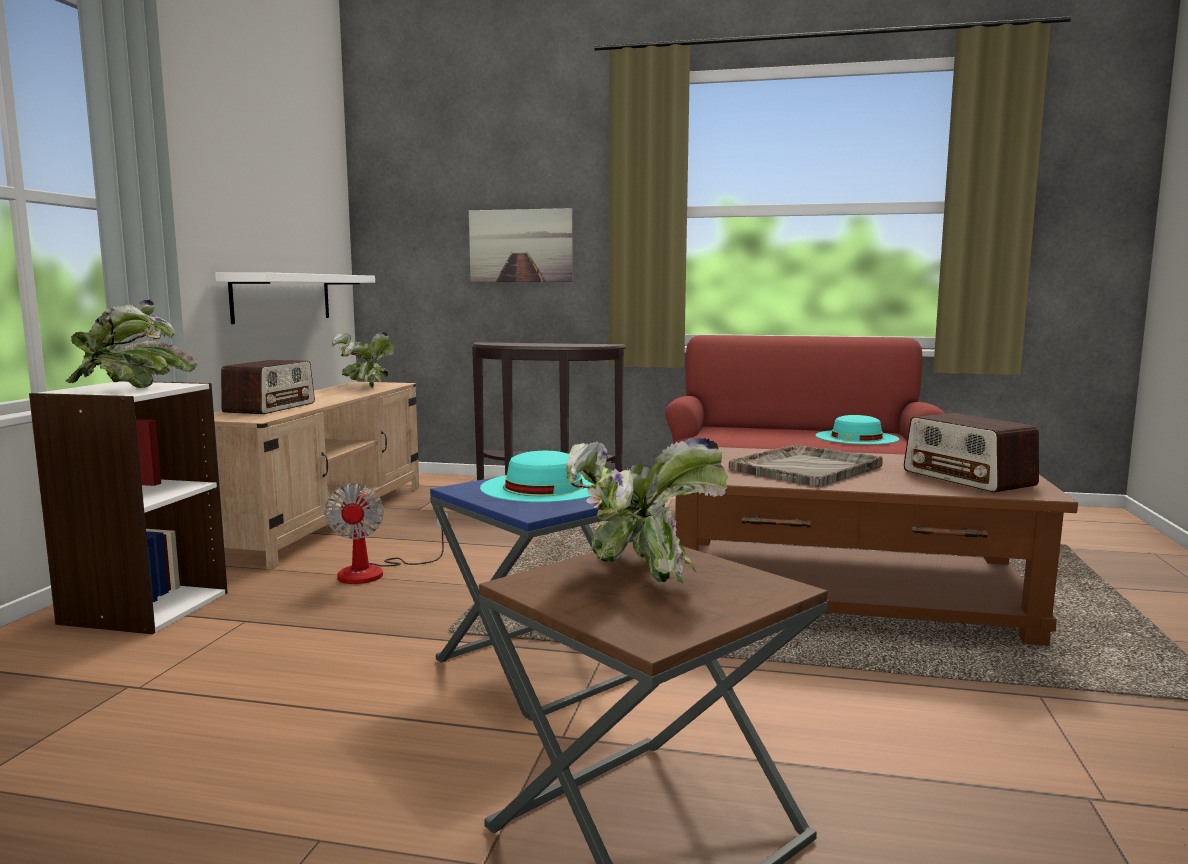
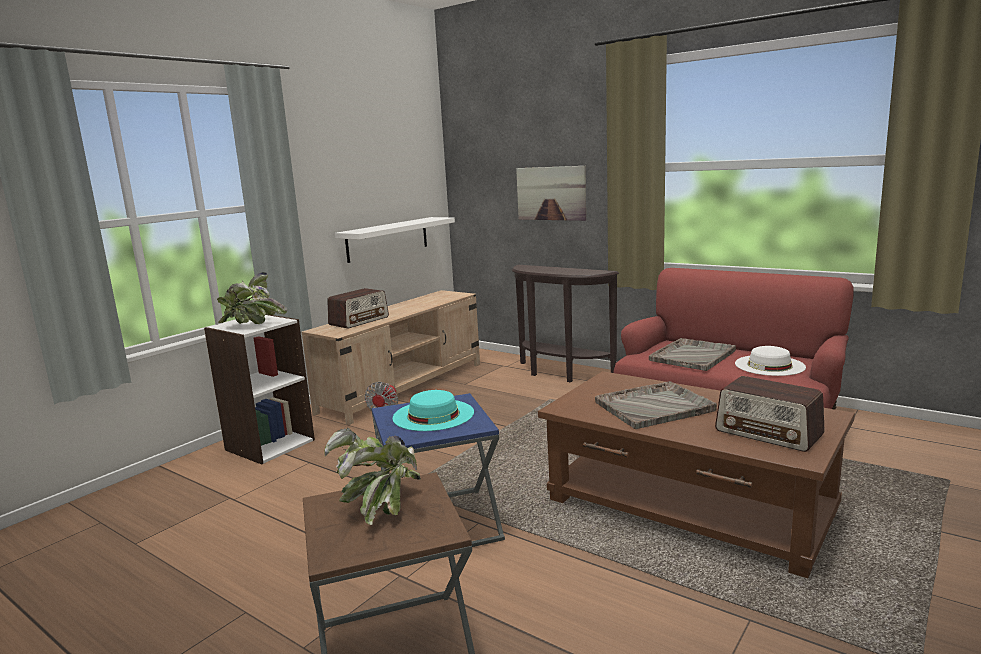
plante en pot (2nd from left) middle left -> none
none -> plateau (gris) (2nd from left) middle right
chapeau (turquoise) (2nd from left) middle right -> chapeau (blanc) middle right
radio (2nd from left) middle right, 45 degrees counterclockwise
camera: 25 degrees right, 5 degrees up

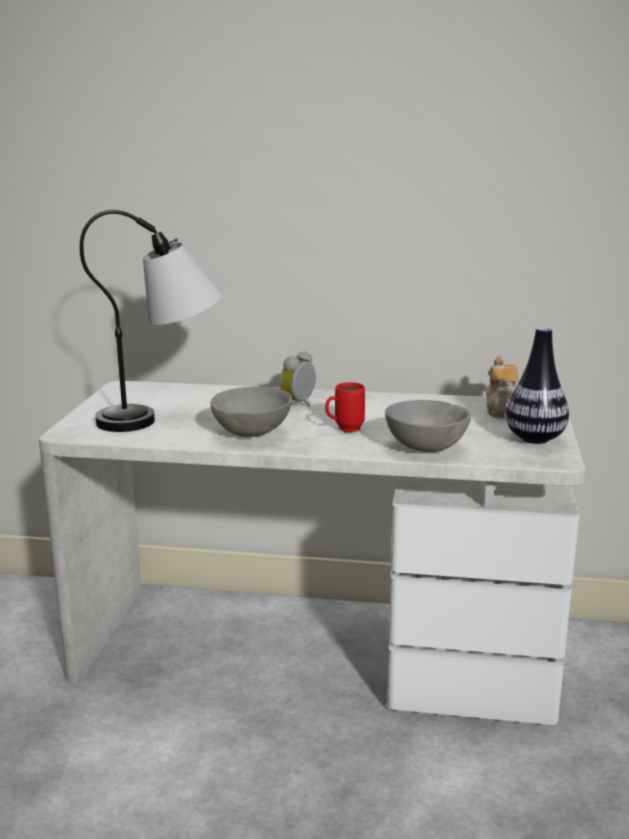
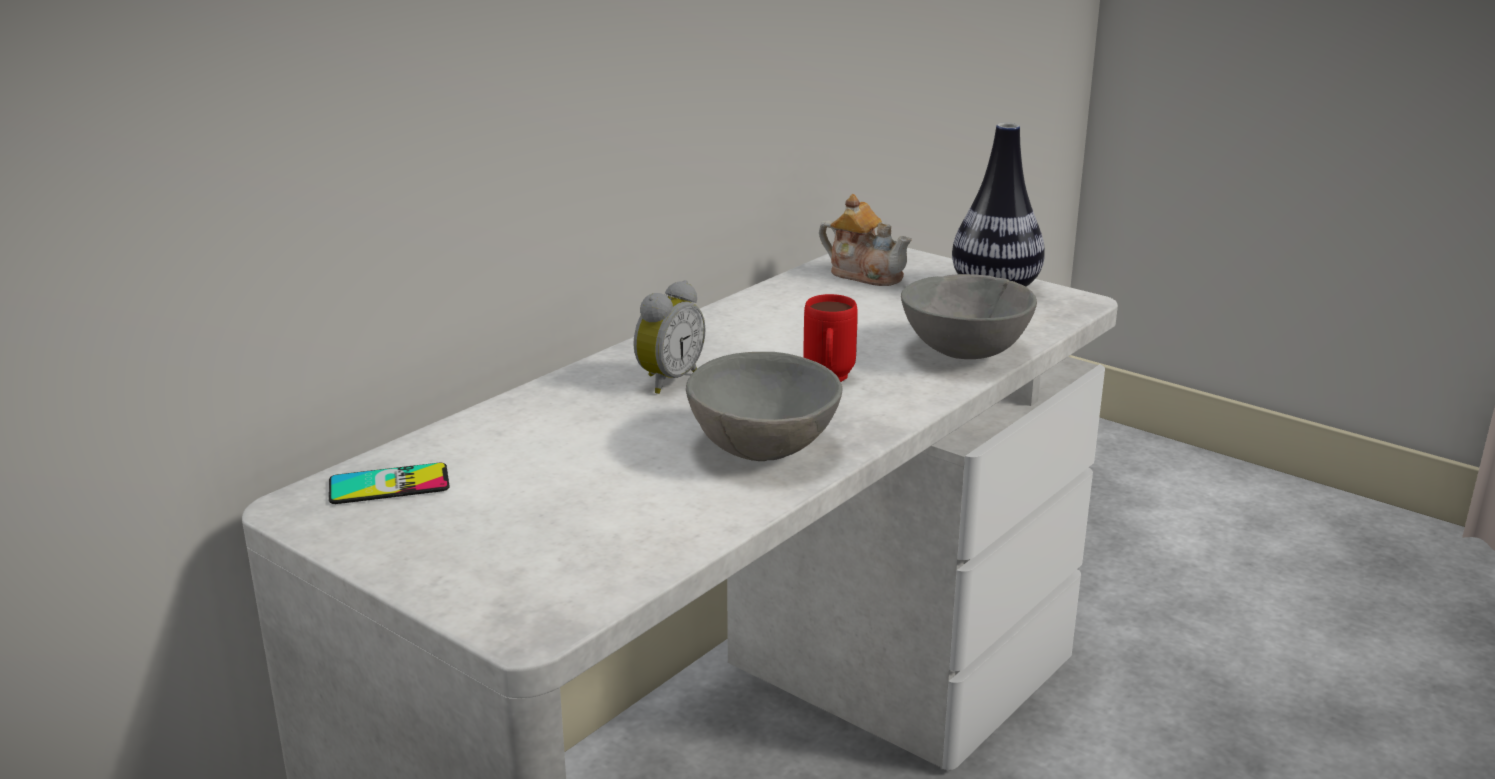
lampe de table middle left -> none
none -> téléphone middle left
réveil centre, 120 degrees counterclockwise
camera: 60 degrees left, 5 degrees up

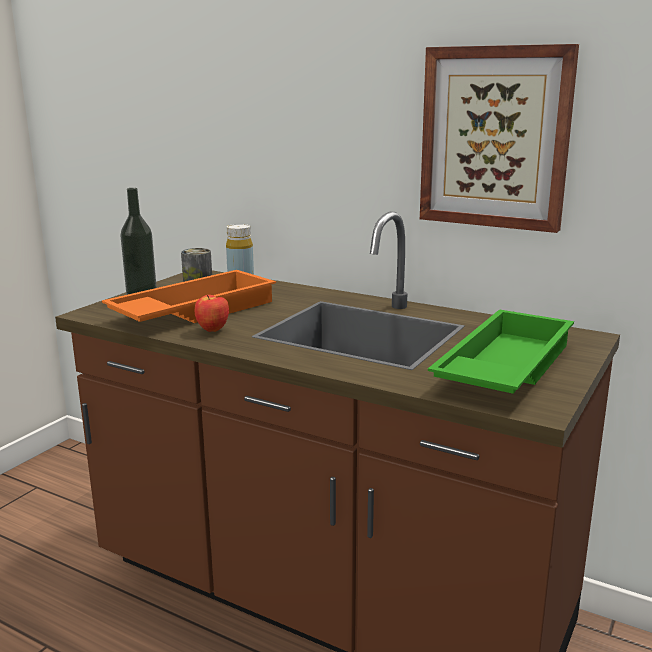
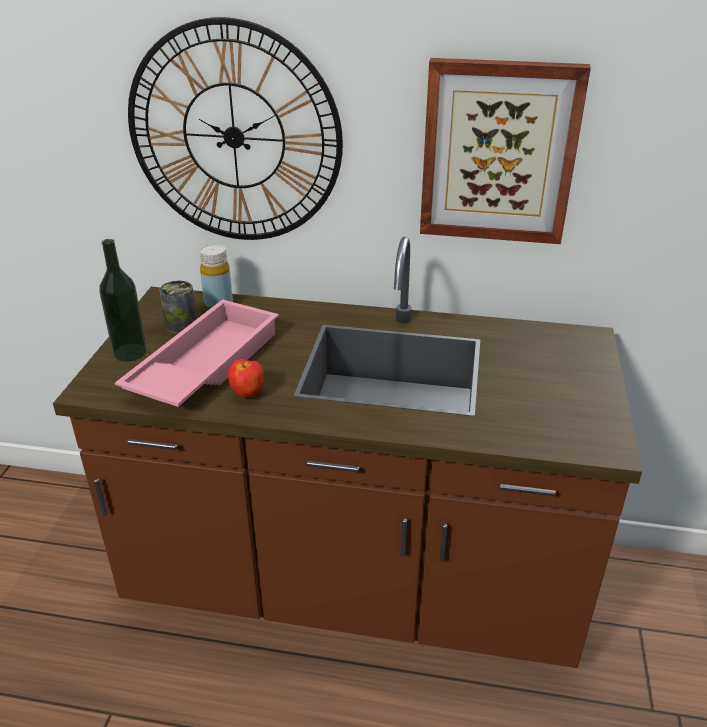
plateau (vert) middle right -> none
none -> horloge murale top left
plateau (orange) middle left -> plateau (rose) middle left
camera: 20 degrees left, 15 degrees up

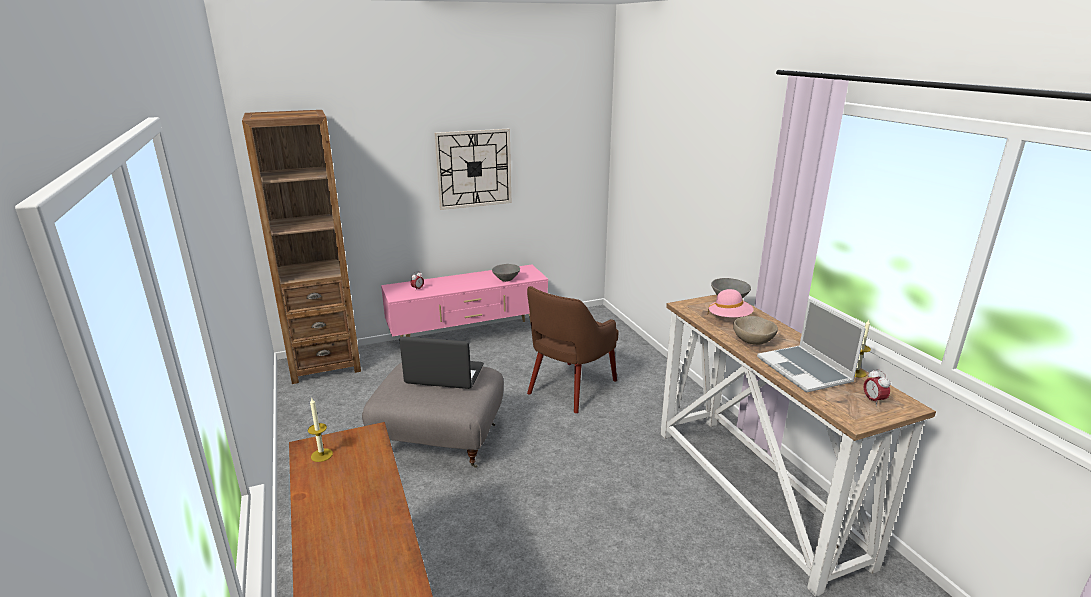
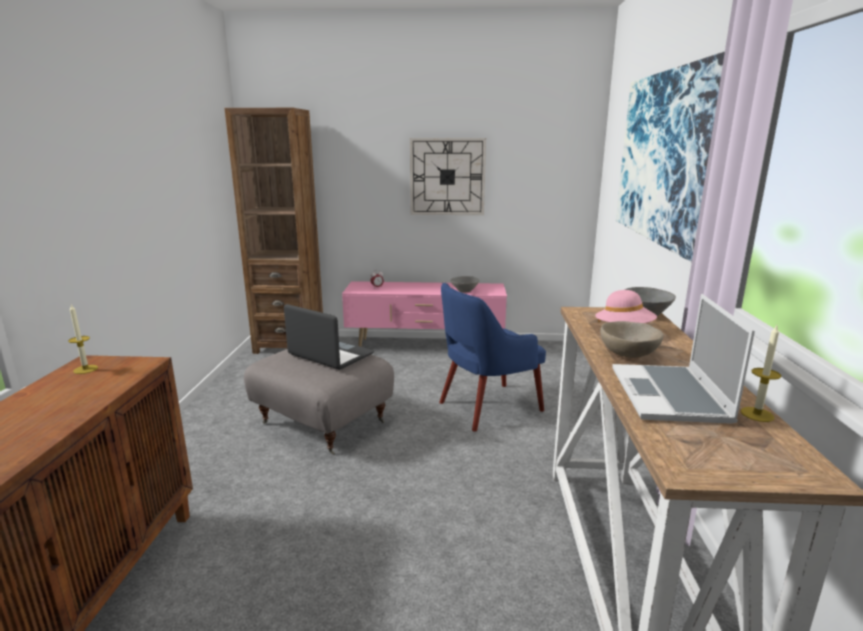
réveil (2nd from left) middle right -> none
none -> tableau top right
fauteuil (marron) centre -> fauteuil (bleu) centre
camera: 25 degrees right, 5 degrees down

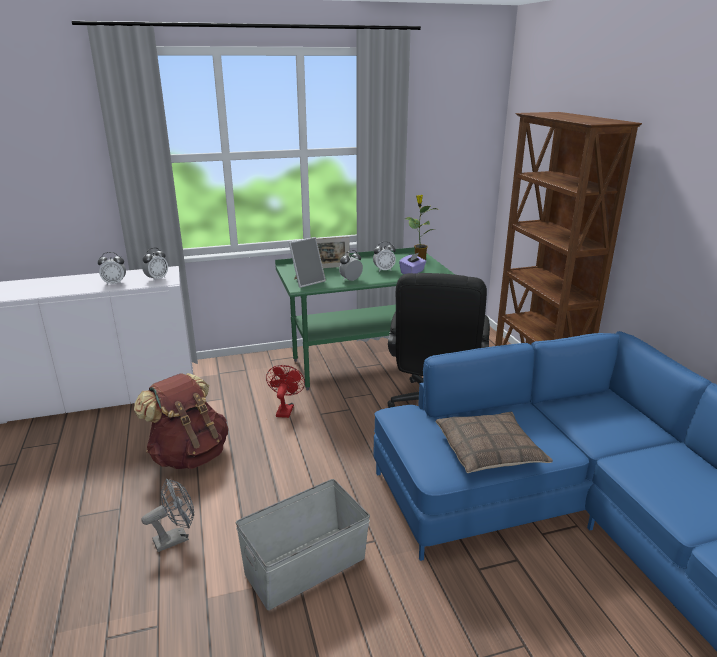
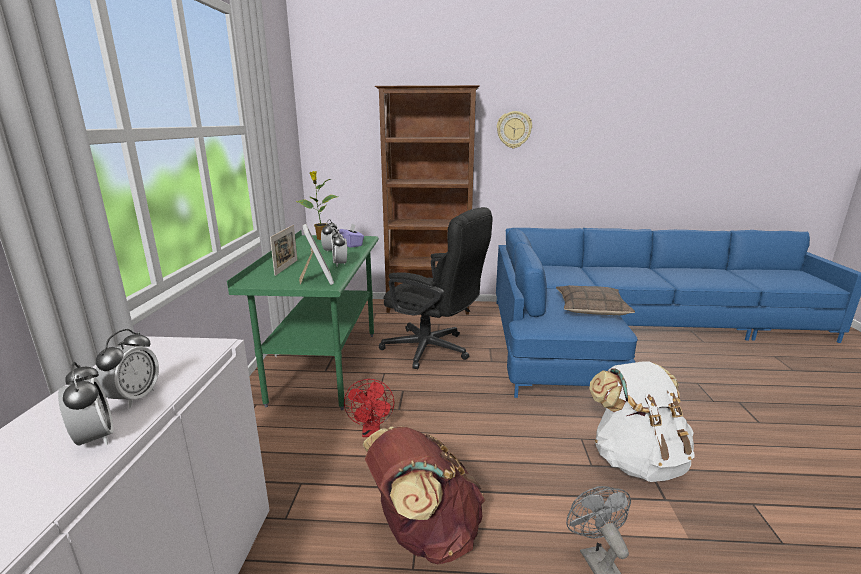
none -> horloge murale top centre
réveil (2nd from left in the first image) middle left -> réveil (1st from left) bottom left, moved
boîte de rangement (gris) bottom centre -> sac à dos (blanc) bottom right
ventilateur (rouge) centre -> ventilateur (rouge) bottom centre, 120 degrees counterclockwise
camera: 70 degrees left, 5 degrees down

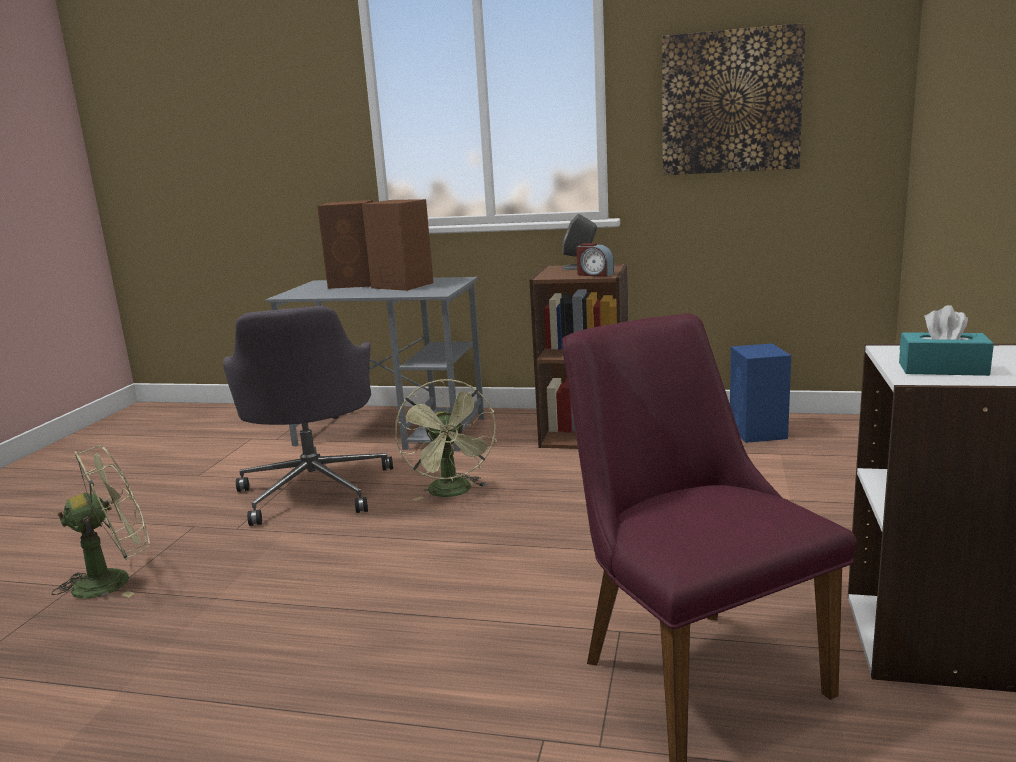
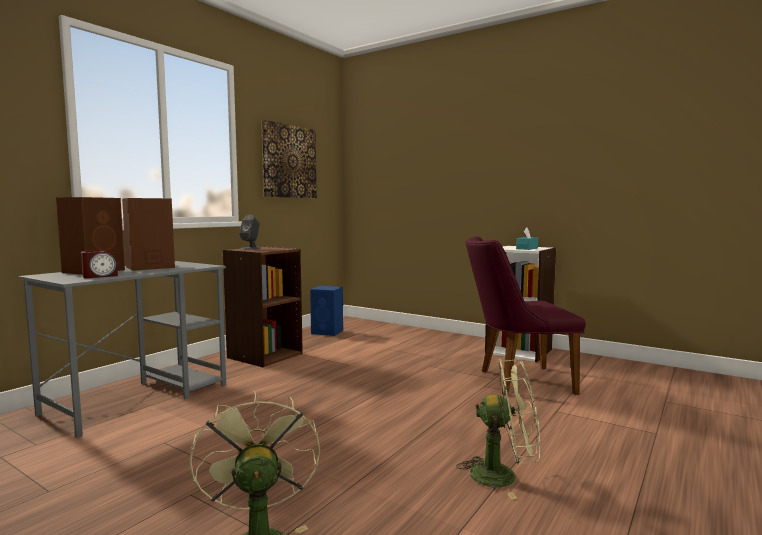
chaise de bureau (gris) middle left -> none
ventilateur (vert) (2nd from left) centre -> ventilateur (vert) (2nd from left) bottom centre, moved
réveil centre -> réveil middle left, moved
camera: 70 degrees left, 10 degrees down

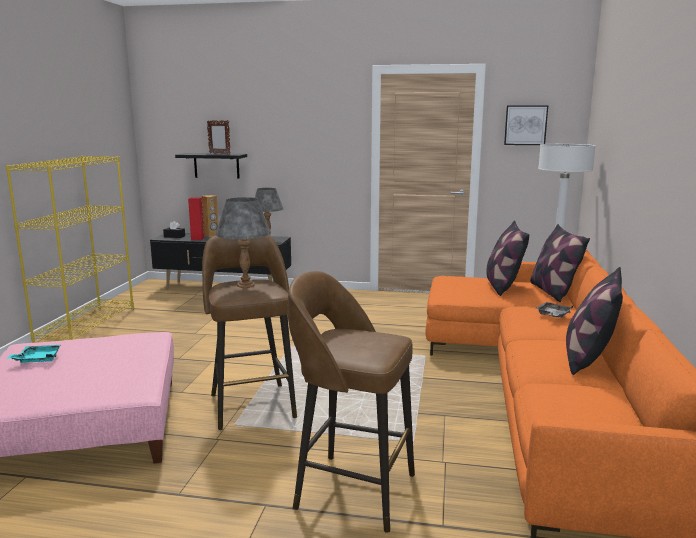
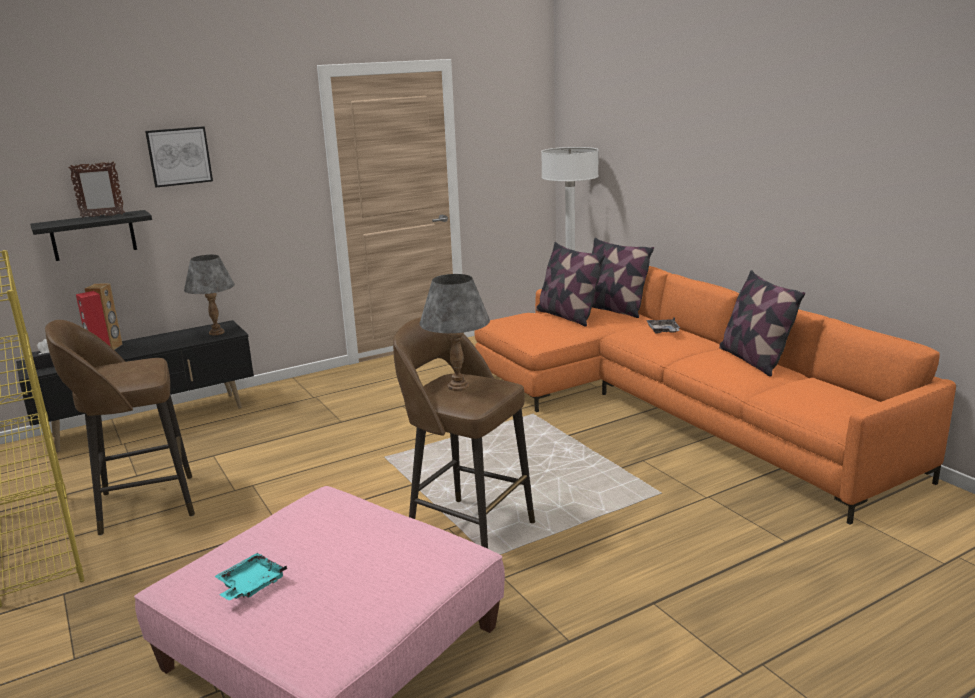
tabouret (marron) (2nd from left in the first image) bottom centre -> tabouret (marron) (1st from left) middle left, moved
tableau top right -> tableau top left, moved
camera: 40 degrees left, 5 degrees up

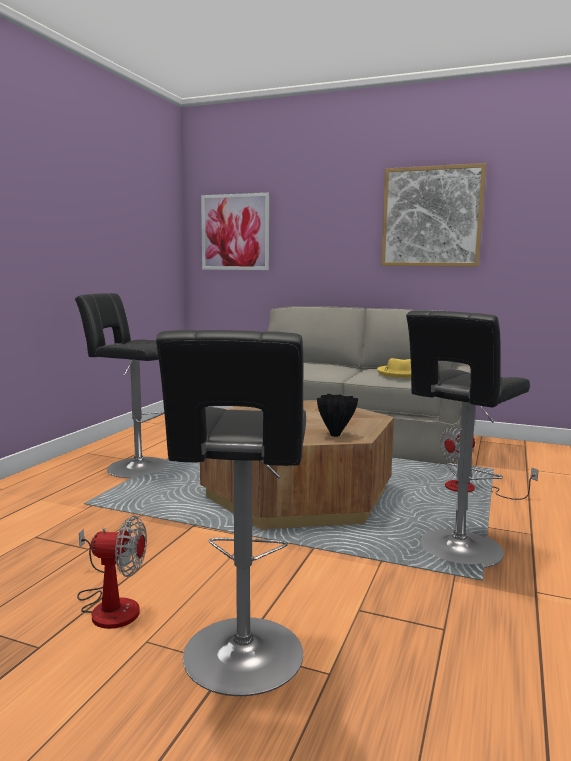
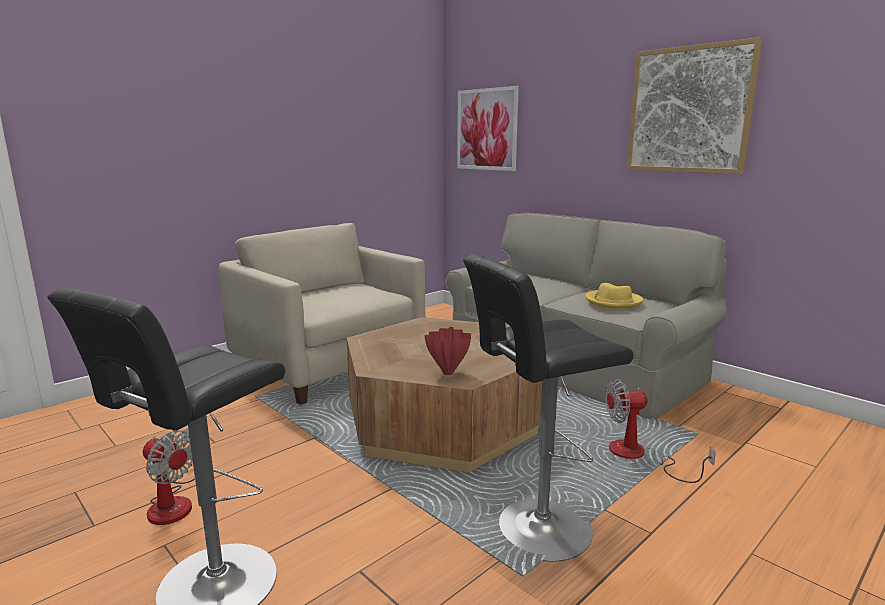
tabouret (noir) (1st from left) middle left -> fauteuil (beige) centre
vase (noir) centre -> vase (rouge) centre
camera: 25 degrees right, 5 degrees up

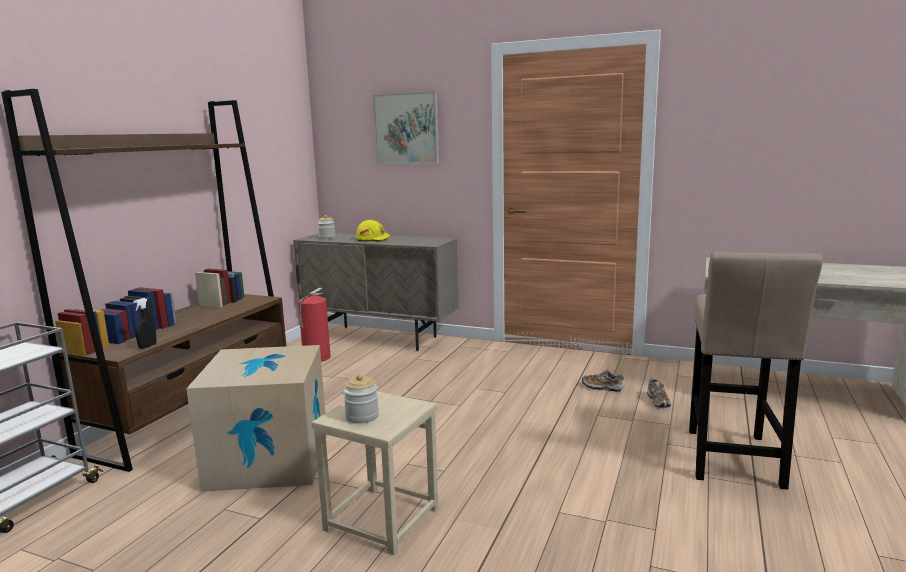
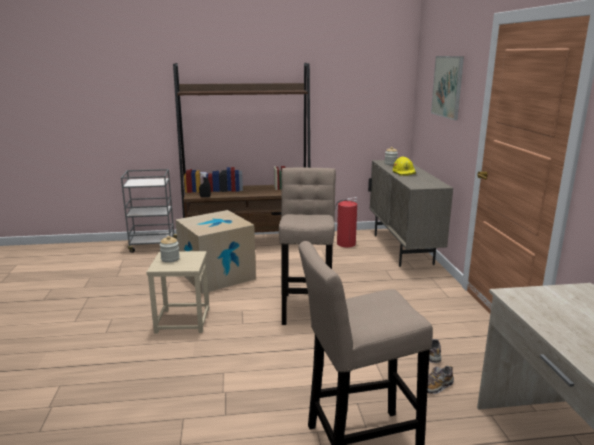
none -> tabouret (beige) (2nd from left) centre
camera: 60 degrees right, 5 degrees up

